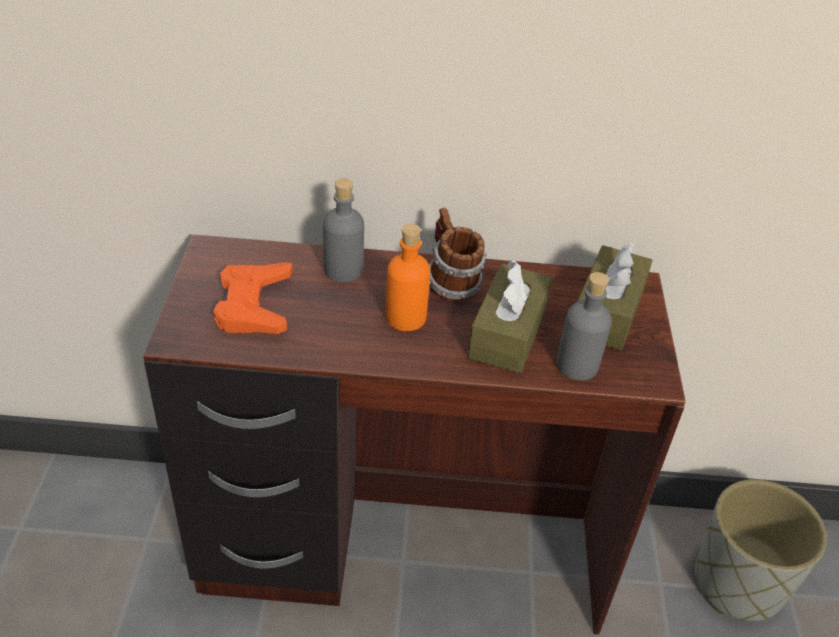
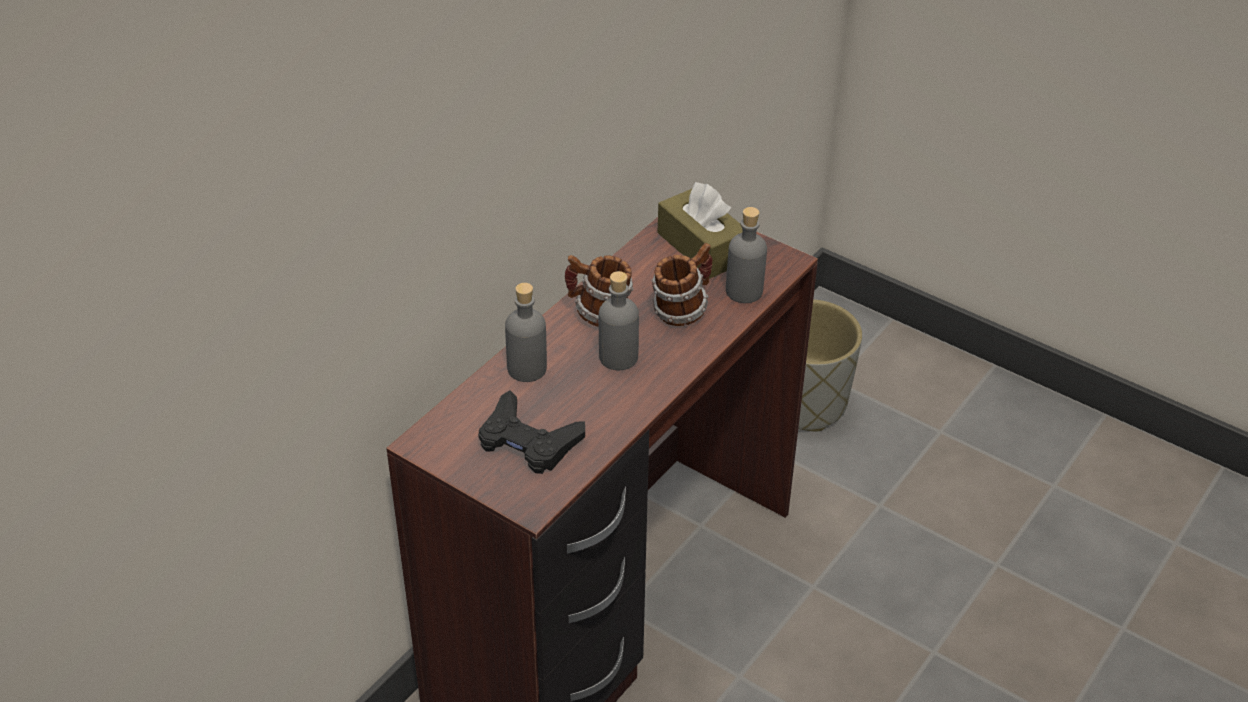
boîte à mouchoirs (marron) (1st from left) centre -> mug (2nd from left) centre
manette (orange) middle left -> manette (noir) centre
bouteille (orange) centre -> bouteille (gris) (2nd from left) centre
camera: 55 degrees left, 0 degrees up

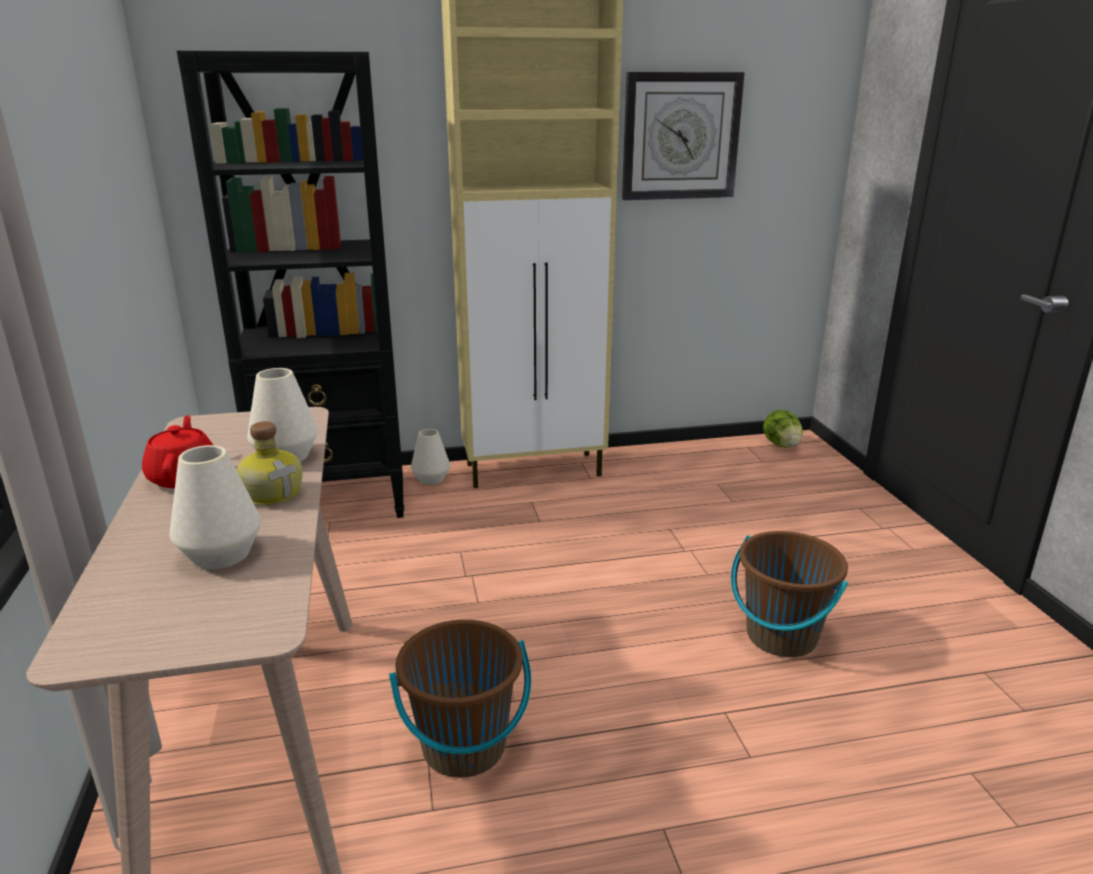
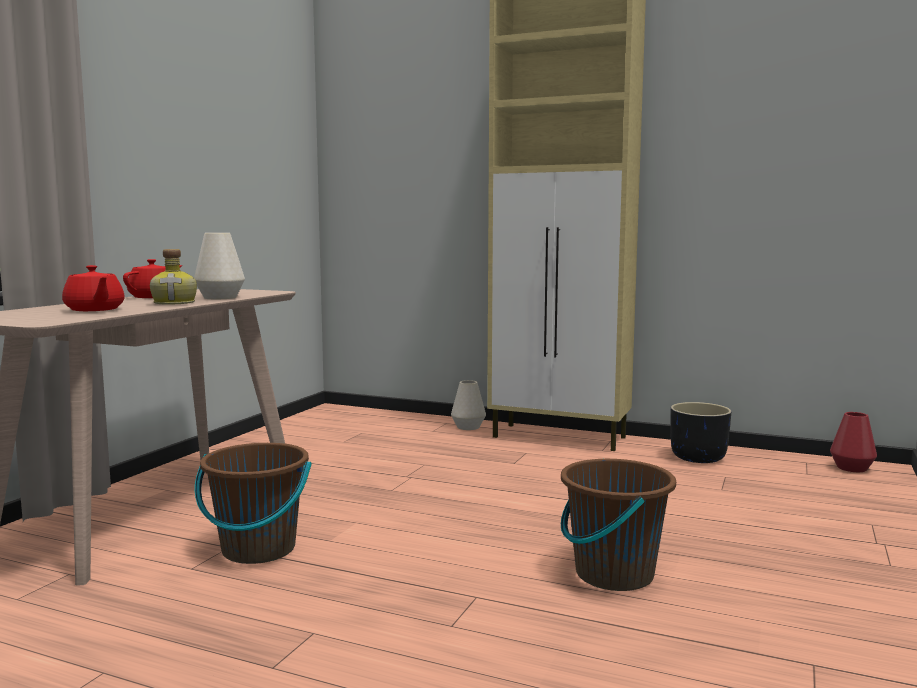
bibliothèque (noir) top left -> none
horloge murale top centre -> none
none -> cache-pot (noir) middle right
vase (blanc) (1st from left) middle left -> théière (rouge) (1st from left) middle left
laitue middle right -> vase (rouge) middle right
camera: 35 degrees right, 15 degrees down

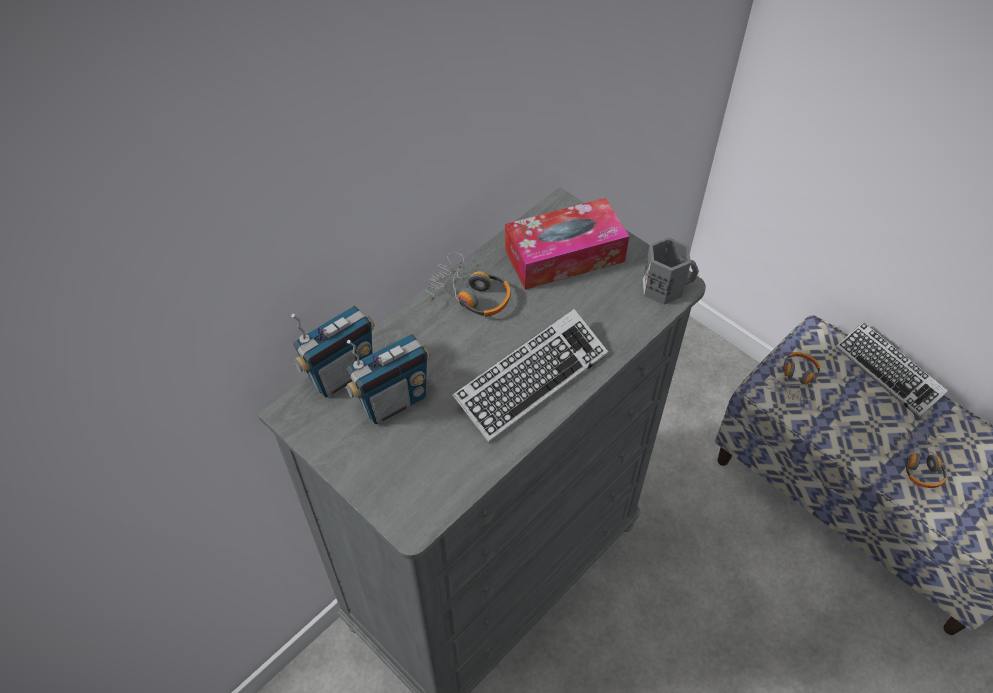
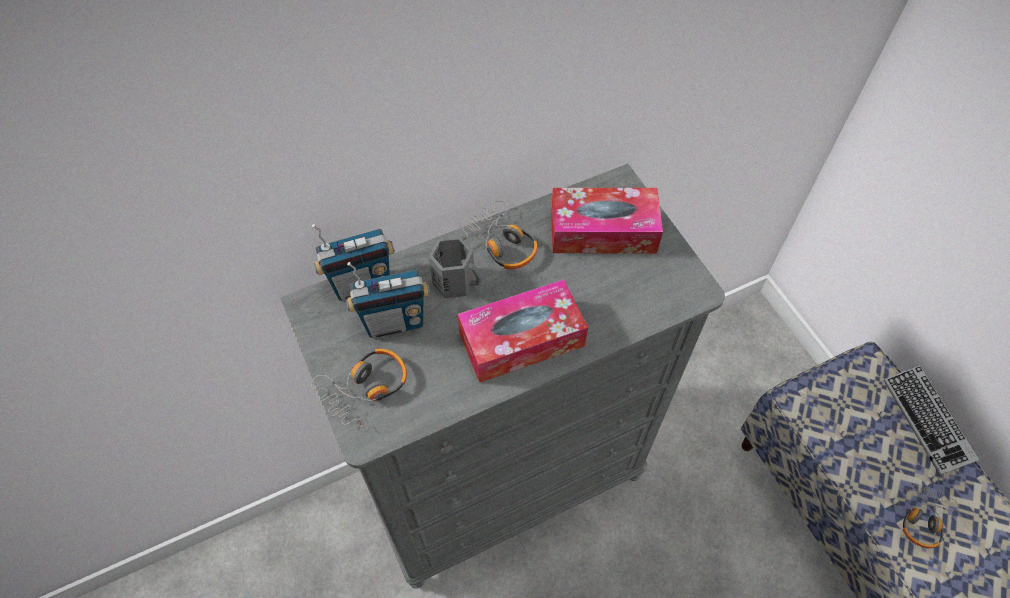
mug (gris) middle right -> mug (gris) centre, moved
casque audio (2nd from left in the first image) middle right -> casque audio (1st from left) centre, moved
clavier (1st from left) centre -> boîte à mouchoirs (1st from left) centre
camera: 20 degrees right, 5 degrees up

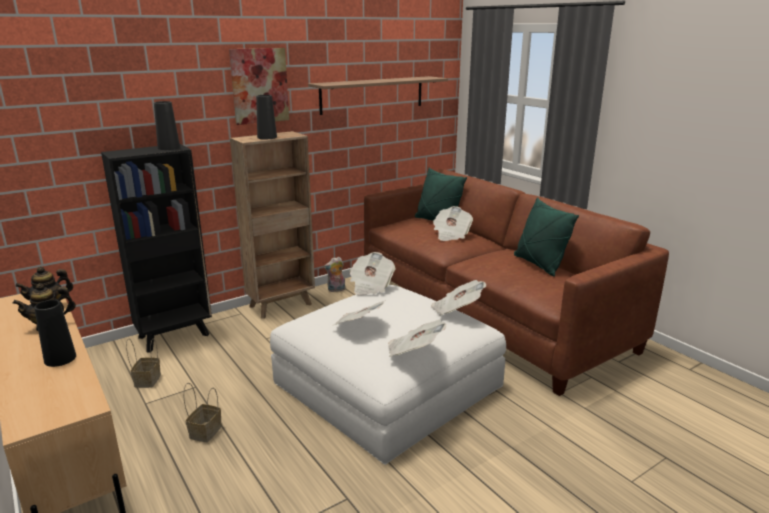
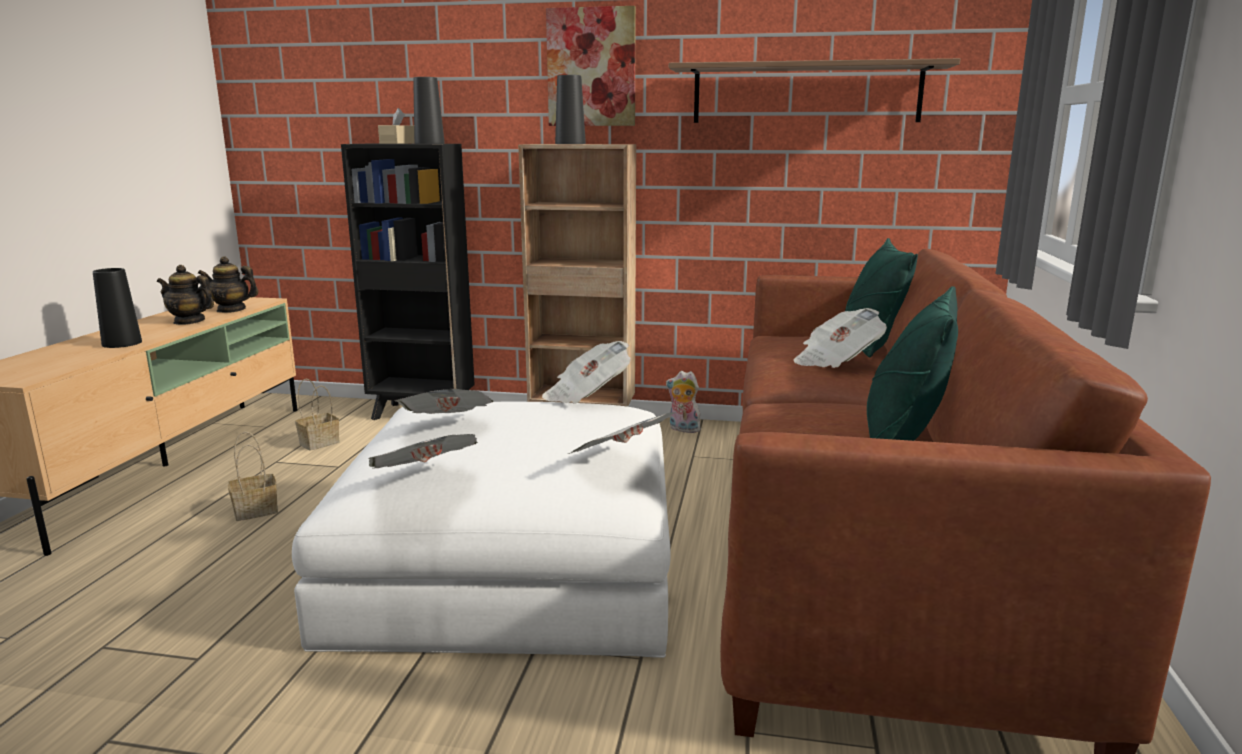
none -> boîte à mouchoirs (beige) top left
camera: 45 degrees right, 5 degrees down

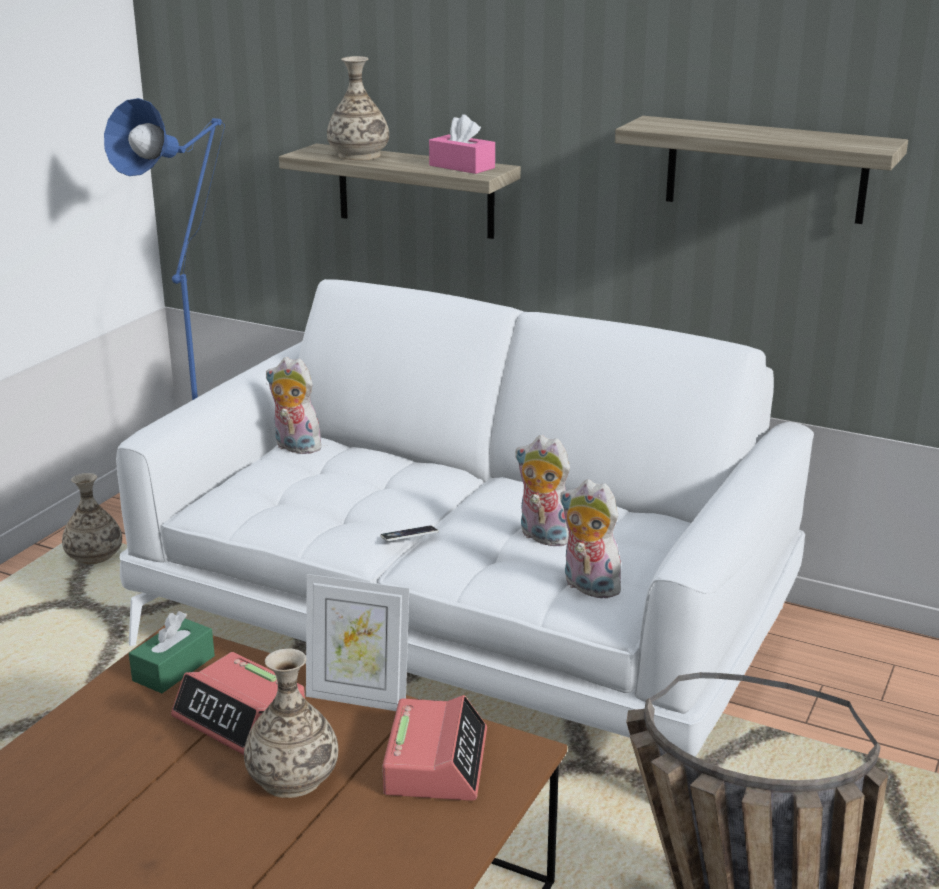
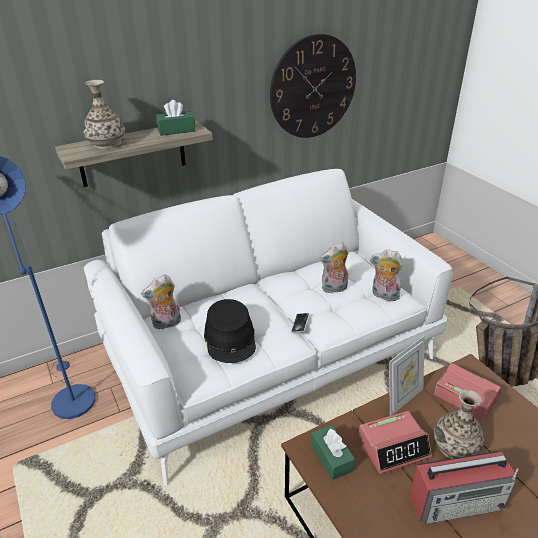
vase (1st from left) middle left -> none
none -> chapeau (noir) centre
none -> radio bottom right
étagère (2nd from left) top right -> horloge murale top centre
boîte à mouchoirs (rose) top centre -> boîte à mouchoirs (vert) (1st from left) top left
peluche (3rd from left) centre -> peluche (3rd from left) middle right, 45 degrees clockwise
camera: 55 degrees left, 10 degrees up

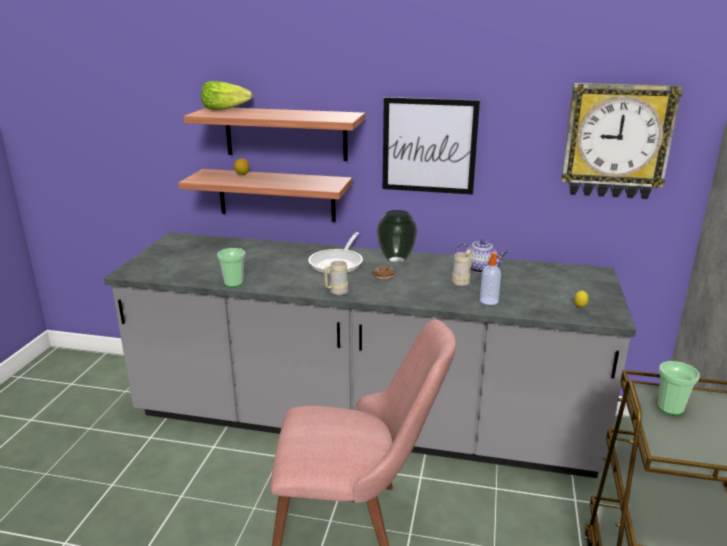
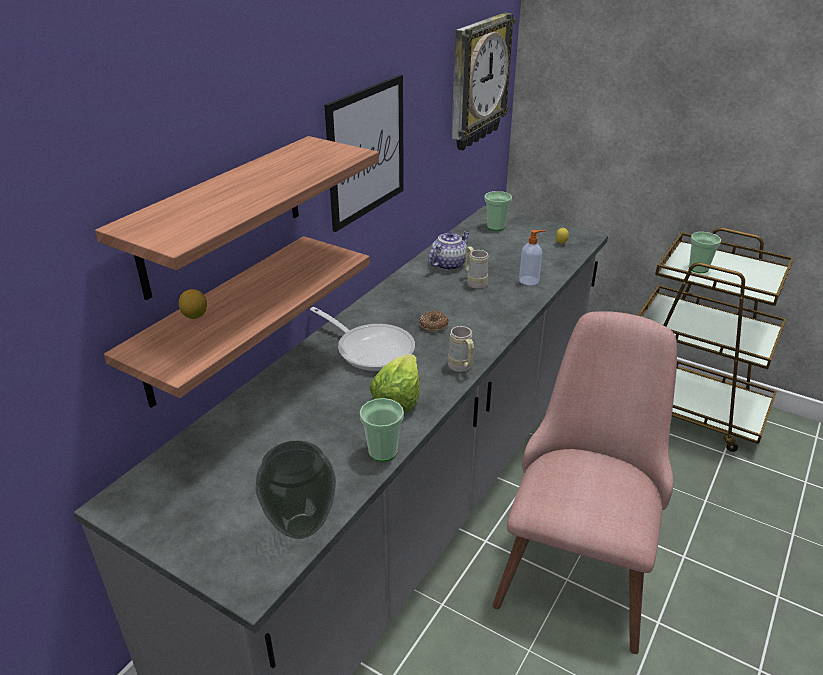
none -> tasse (2nd from left) top centre
laitue top left -> laitue centre, moved
vase centre -> vase bottom centre, moved
camera: 70 degrees left, 10 degrees up

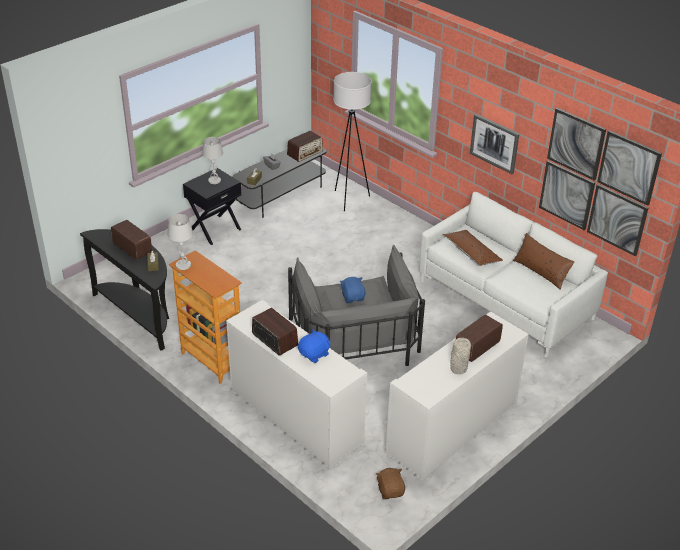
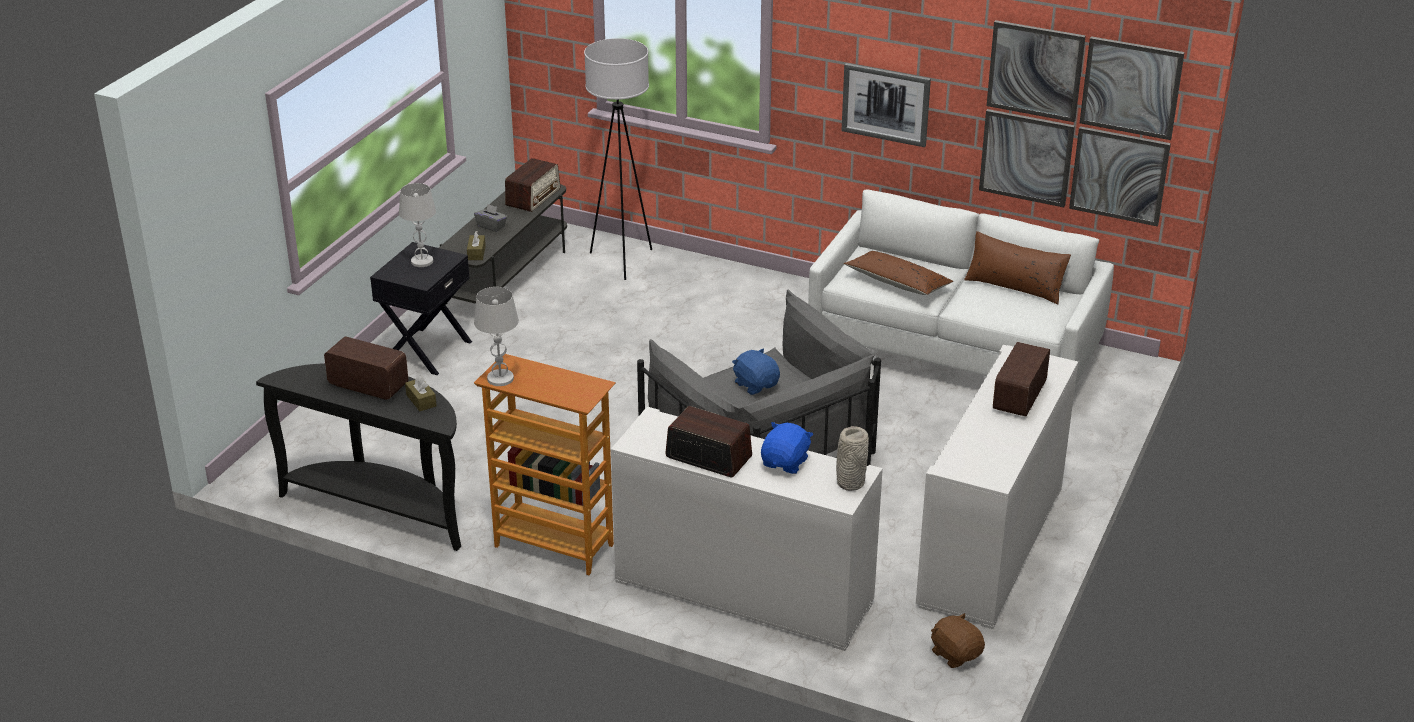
vase (gris) middle right -> vase (gris) centre, moved
camera: 20 degrees left, 5 degrees down

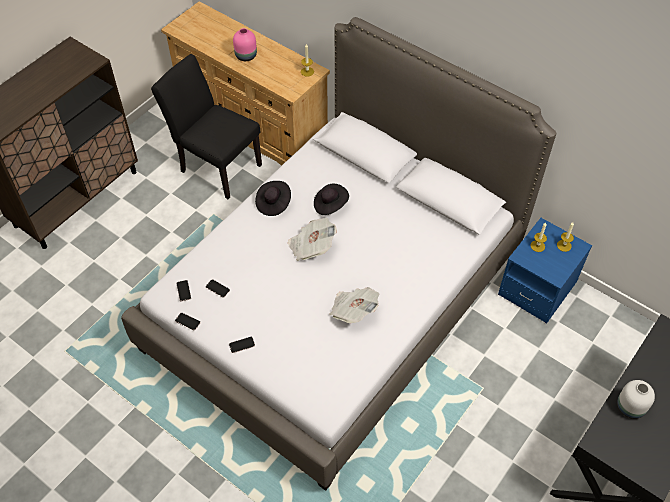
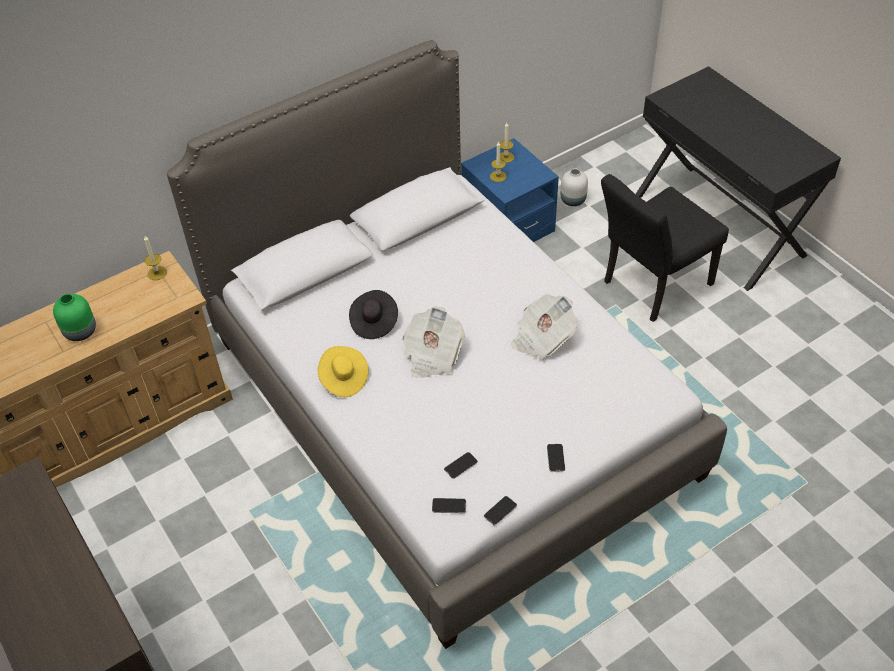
chaise (noir) top left -> chaise (noir) middle right, moved
vase (blanc) bottom right -> vase (blanc) top centre, moved
vase (rose) top centre -> vase (vert) middle left
chapeau (noir) (1st from left) centre -> chapeau (jaune) centre
camera: 70 degrees left, 5 degrees down

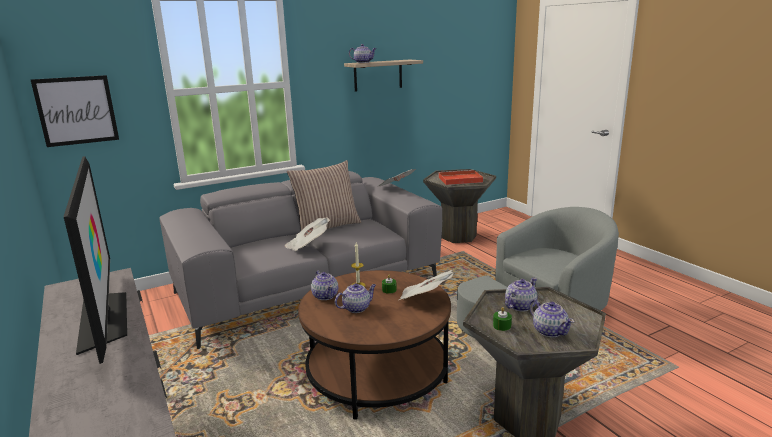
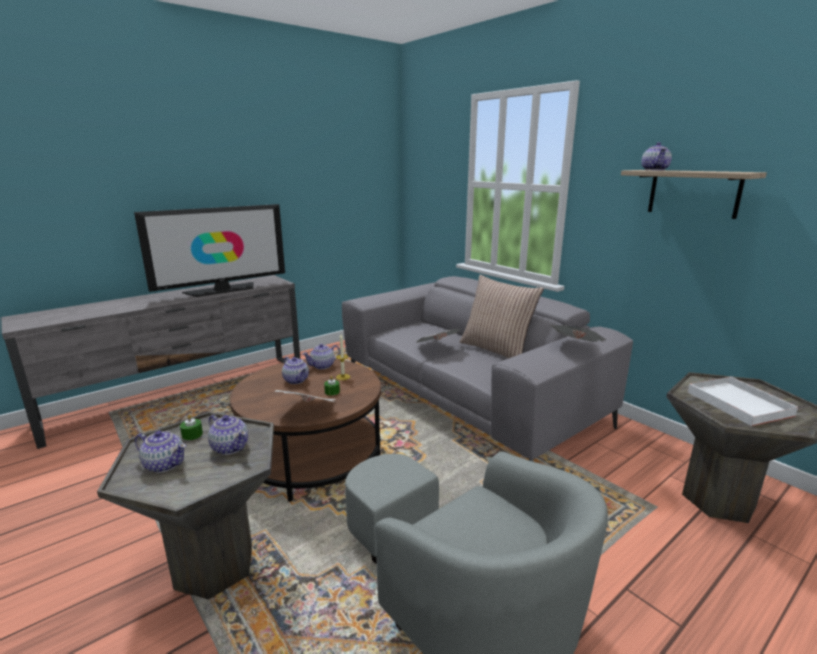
tableau top left -> none
plateau (rouge) centre -> plateau (blanc) middle right
théière (5th from left in the first image) bottom right -> théière (1st from left) bottom left, 120 degrees counterclockwise
camera: 80 degrees right, 0 degrees up

